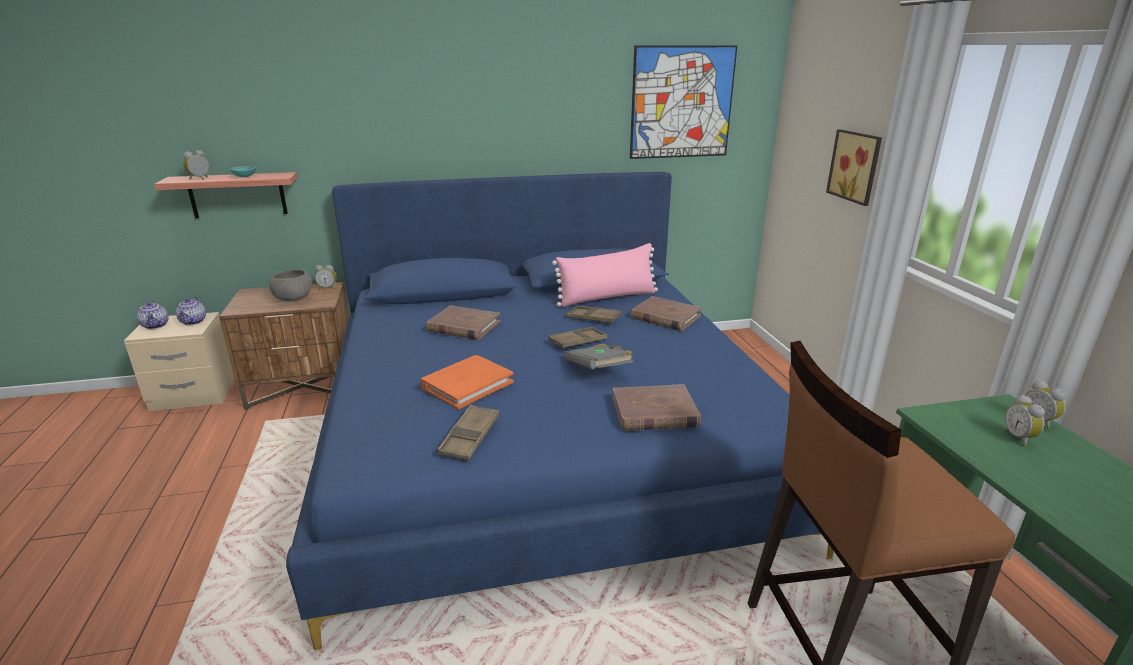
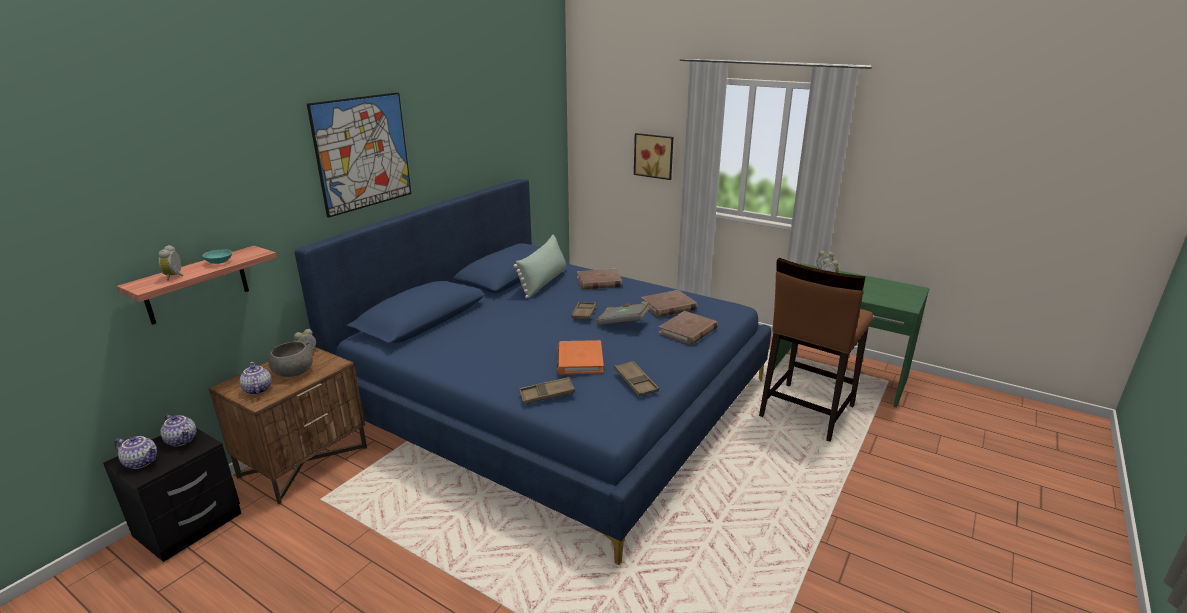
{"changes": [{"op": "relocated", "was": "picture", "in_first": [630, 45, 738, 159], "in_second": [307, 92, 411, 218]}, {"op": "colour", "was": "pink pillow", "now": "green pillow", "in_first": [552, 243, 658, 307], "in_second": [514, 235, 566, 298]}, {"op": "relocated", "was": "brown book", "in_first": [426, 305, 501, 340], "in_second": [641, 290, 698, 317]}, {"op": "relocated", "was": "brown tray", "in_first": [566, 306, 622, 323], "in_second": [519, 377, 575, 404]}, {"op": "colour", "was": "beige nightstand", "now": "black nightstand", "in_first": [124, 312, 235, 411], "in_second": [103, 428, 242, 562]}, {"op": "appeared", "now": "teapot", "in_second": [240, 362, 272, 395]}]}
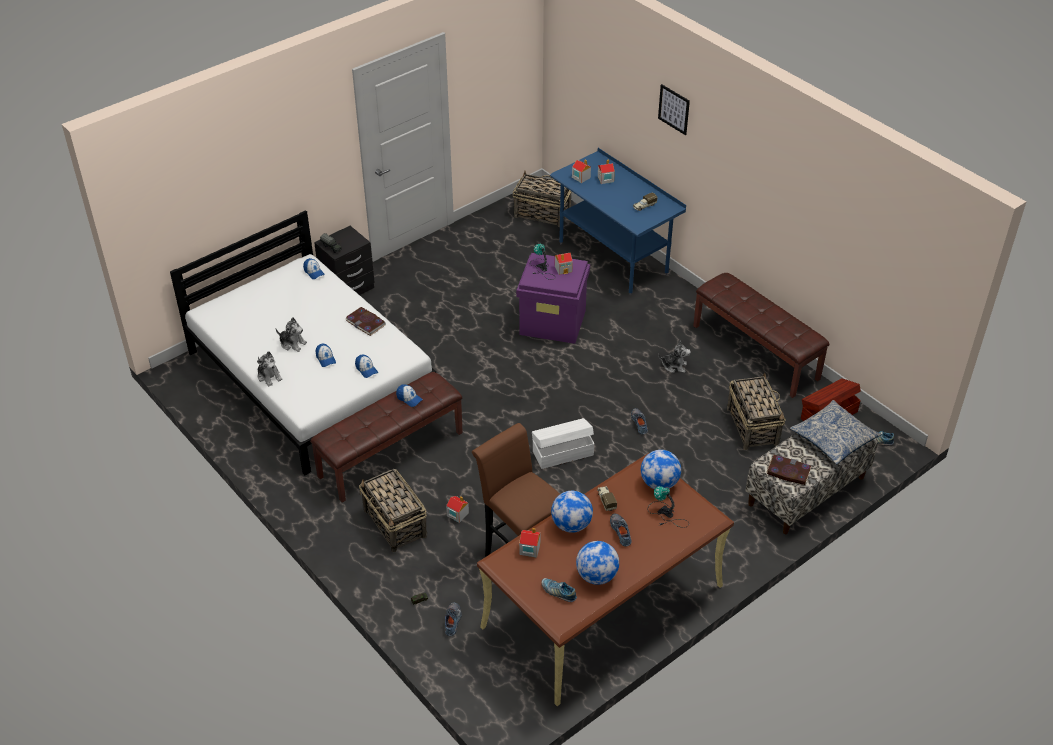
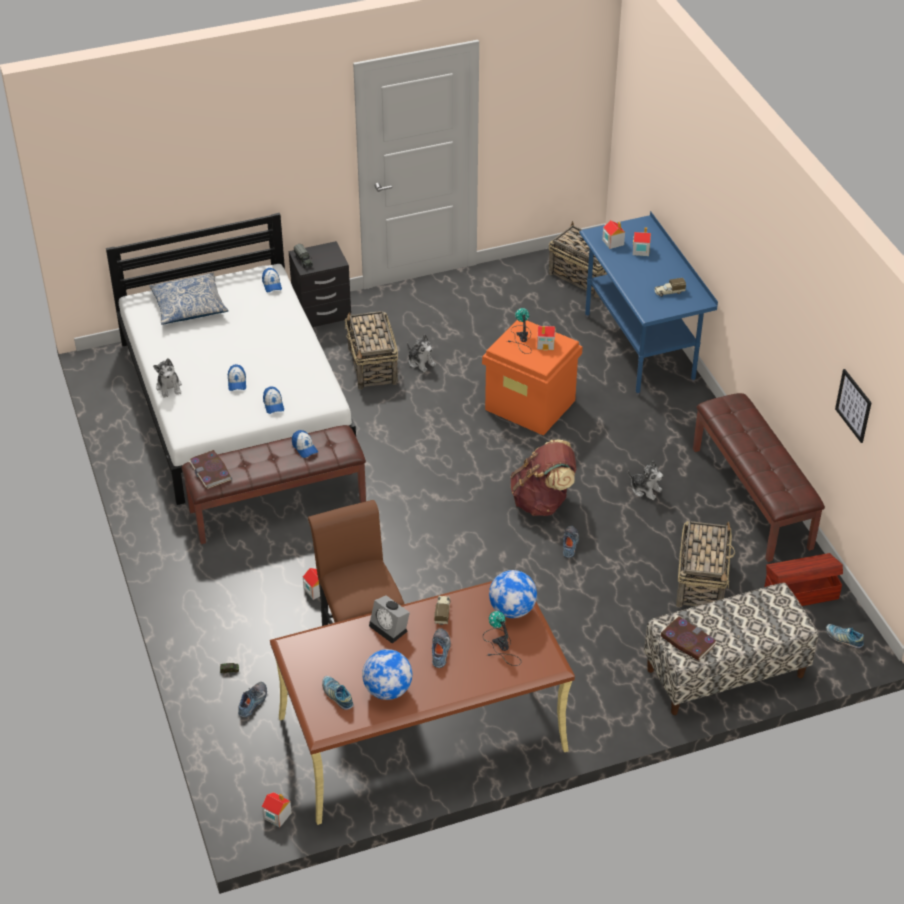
{"changes": [{"op": "relocated", "was": "picture", "in_first": [658, 84, 690, 135], "in_second": [835, 369, 871, 443]}, {"op": "colour", "was": "purple storage box", "now": "orange storage box", "in_first": [516, 253, 590, 344], "in_second": [482, 320, 583, 436]}, {"op": "relocated", "was": "book", "in_first": [346, 307, 386, 336], "in_second": [189, 450, 232, 489]}, {"op": "relocated", "was": "plush toy", "in_first": [276, 317, 307, 352], "in_second": [407, 334, 436, 372]}, {"op": "relocated", "was": "pillow", "in_first": [790, 400, 882, 464], "in_second": [149, 273, 229, 325]}, {"op": "missing", "was": "white storage box", "in_first": [532, 418, 594, 469]}, {"op": "relocated", "was": "basket", "in_first": [359, 469, 427, 552], "in_second": [345, 311, 398, 389]}, {"op": "exchanged", "was": "globe", "now": "alarm clock", "in_first": [551, 491, 593, 533], "in_second": [369, 595, 410, 643]}, {"op": "relocated", "was": "toy house", "in_first": [519, 528, 541, 558], "in_second": [262, 792, 292, 828]}, {"op": "appeared", "now": "brown backpack", "in_second": [510, 440, 576, 516]}]}
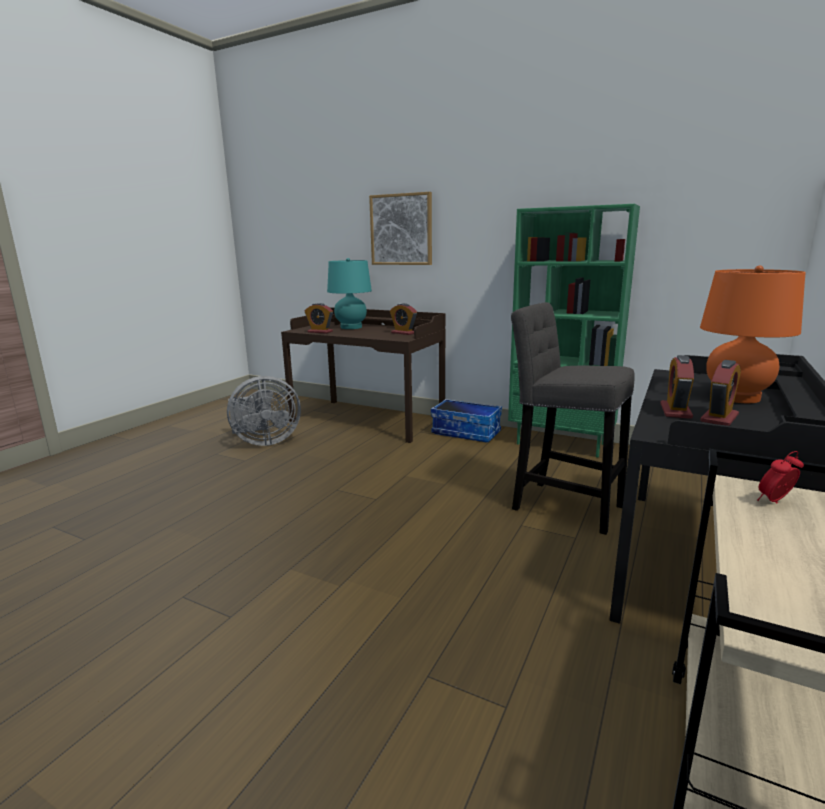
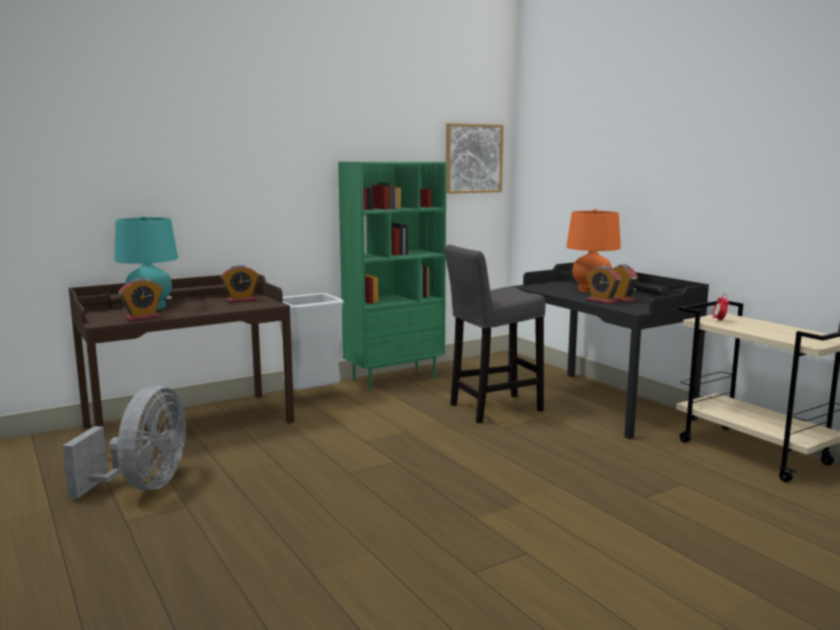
{"changes": [{"op": "relocated", "was": "picture", "in_first": [369, 192, 432, 265], "in_second": [446, 123, 504, 194]}, {"op": "exchanged", "was": "storage box", "now": "grey trash can", "in_first": [431, 399, 502, 442], "in_second": [279, 293, 344, 390]}]}
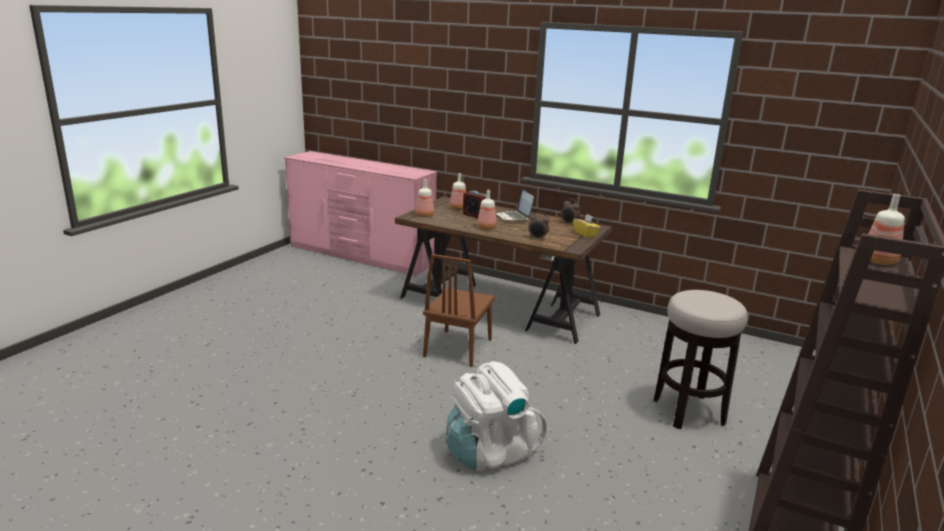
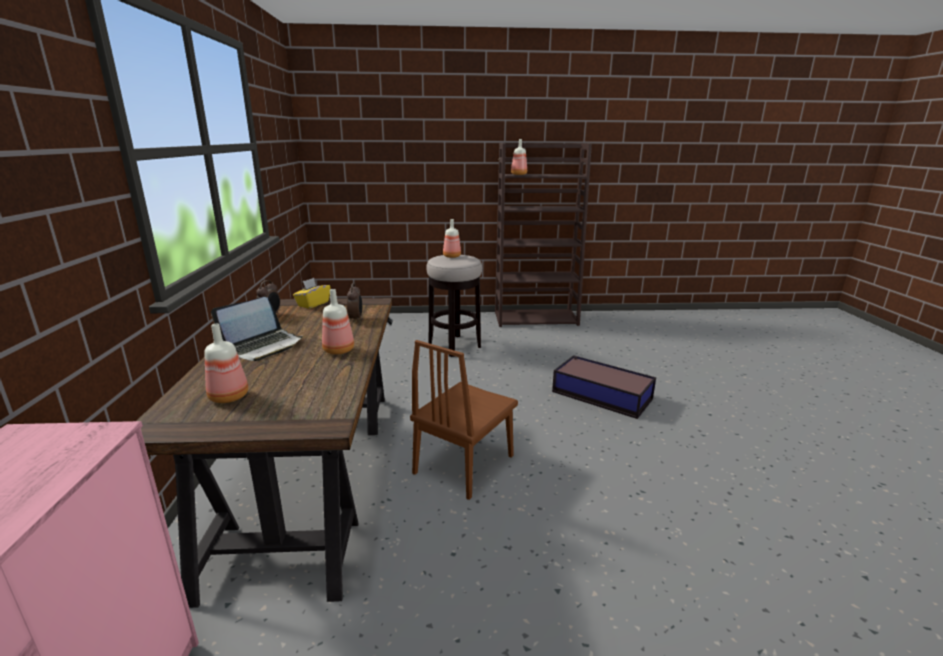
{"changes": [{"op": "relocated", "was": "bottle", "in_first": [416, 179, 434, 217], "in_second": [443, 219, 461, 258]}, {"op": "missing", "was": "alarm clock", "in_first": [463, 191, 486, 218]}, {"op": "spun", "was": "brown chair", "in_first": [423, 254, 495, 367], "in_second": [410, 340, 518, 500], "clockwise": 135}, {"op": "exchanged", "was": "white backpack", "now": "storage box", "in_first": [446, 361, 547, 471], "in_second": [552, 355, 656, 419]}]}
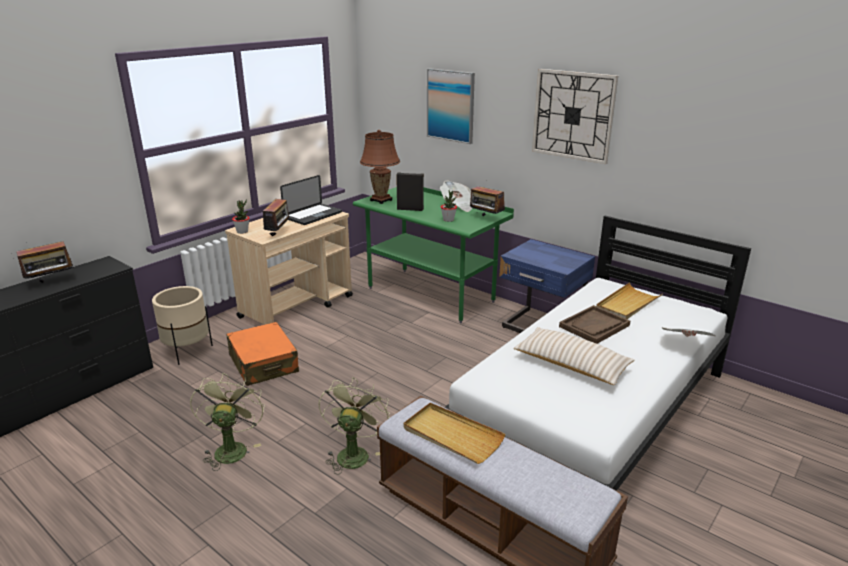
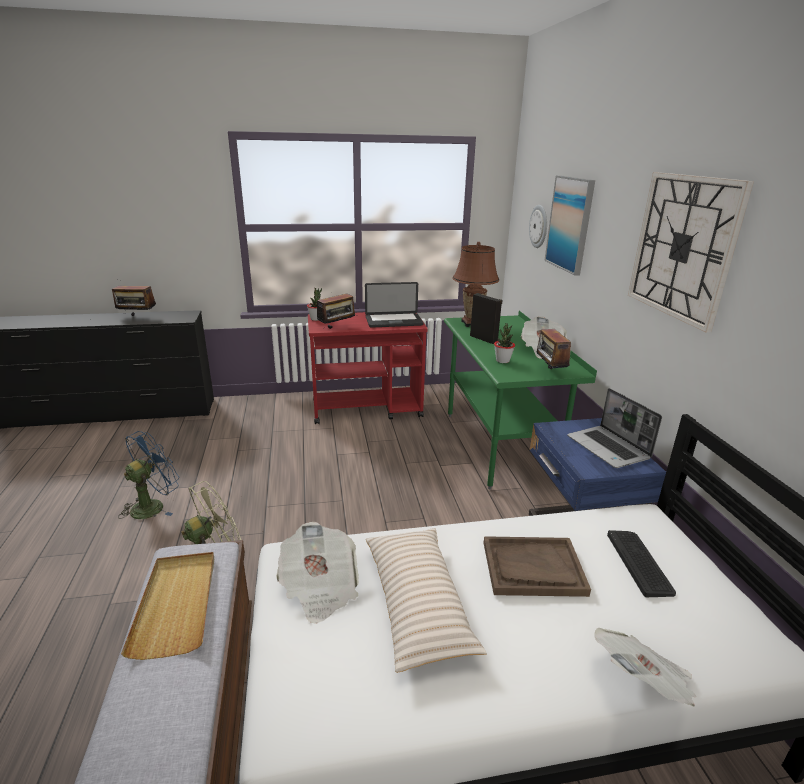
{"changes": [{"op": "colour", "was": "beige cart", "now": "red cart", "in_first": [225, 210, 353, 325], "in_second": [308, 312, 428, 424]}, {"op": "exchanged", "was": "beige tray", "now": "keyboard", "in_first": [596, 282, 663, 319], "in_second": [607, 530, 676, 597]}, {"op": "missing", "was": "beige planter", "in_first": [152, 286, 213, 365]}, {"op": "missing", "was": "orange suitcase", "in_first": [226, 322, 299, 386]}, {"op": "colour", "was": "green fan", "now": "blue fan", "in_first": [190, 373, 265, 471], "in_second": [118, 431, 179, 519]}, {"op": "appeared", "now": "wall clock", "in_second": [529, 205, 547, 248]}, {"op": "appeared", "now": "laptop", "in_second": [567, 388, 662, 468]}, {"op": "appeared", "now": "newspaper", "in_second": [276, 522, 359, 624]}]}
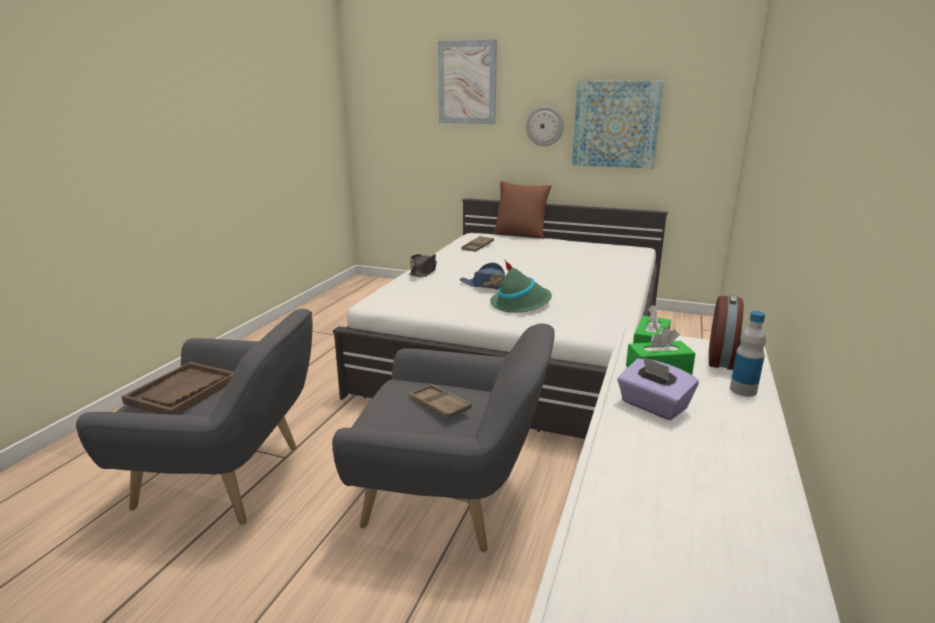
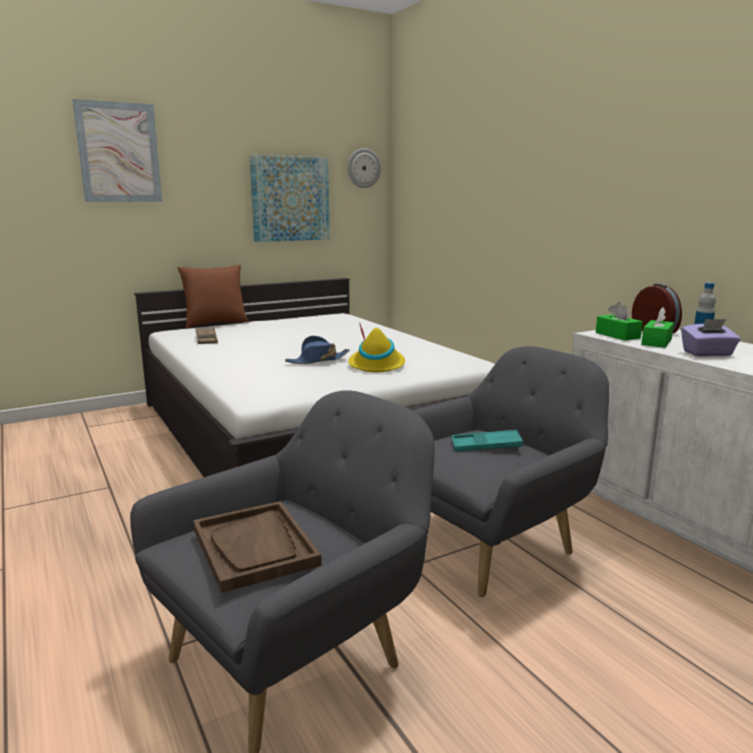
{"changes": [{"op": "relocated", "was": "wall clock", "in_first": [526, 106, 564, 146], "in_second": [348, 148, 381, 188]}, {"op": "missing", "was": "black hat", "in_first": [409, 254, 437, 277]}, {"op": "colour", "was": "green hat", "now": "yellow hat", "in_first": [490, 259, 552, 313], "in_second": [348, 322, 405, 372]}, {"op": "colour", "was": "brown tray", "now": "turquoise tray", "in_first": [409, 384, 472, 419], "in_second": [452, 430, 523, 451]}]}
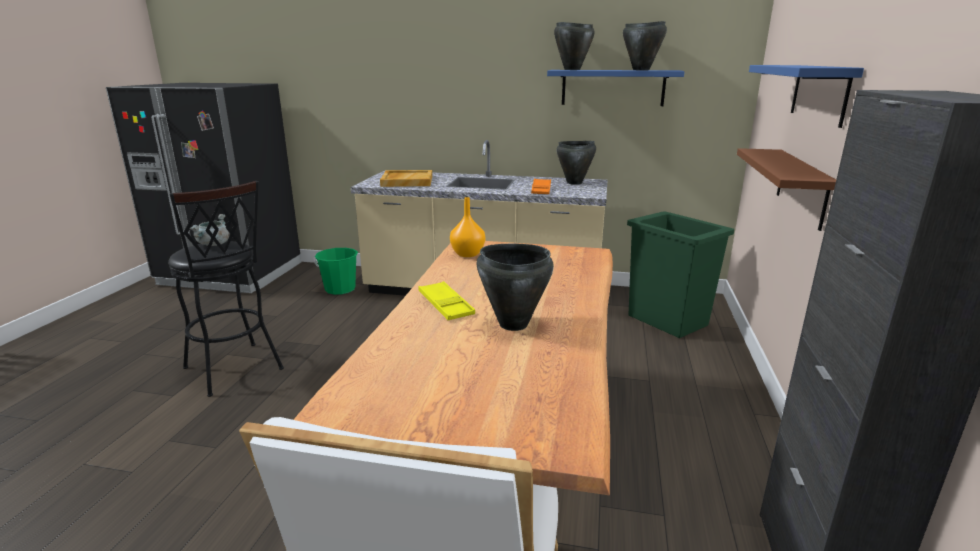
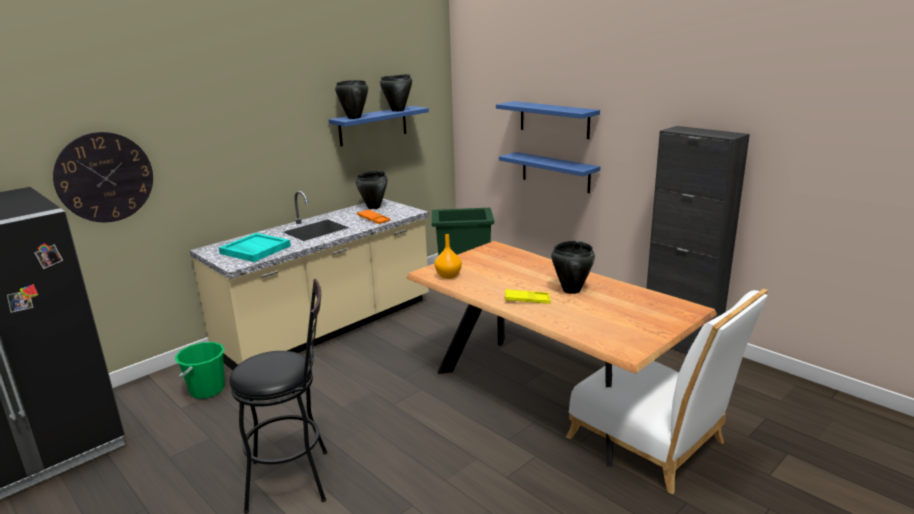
{"changes": [{"op": "colour", "was": "brown shelf", "now": "blue shelf", "in_first": [737, 148, 836, 231], "in_second": [499, 152, 600, 193]}, {"op": "colour", "was": "beige tray", "now": "turquoise tray", "in_first": [380, 170, 432, 187], "in_second": [219, 233, 291, 262]}, {"op": "missing", "was": "grey cooking pot", "in_first": [190, 214, 230, 246]}, {"op": "appeared", "now": "wall clock", "in_second": [53, 132, 153, 222]}]}
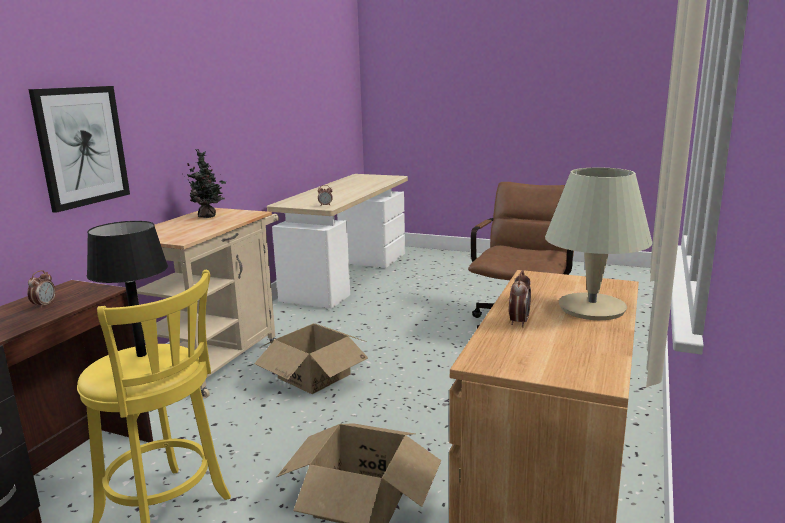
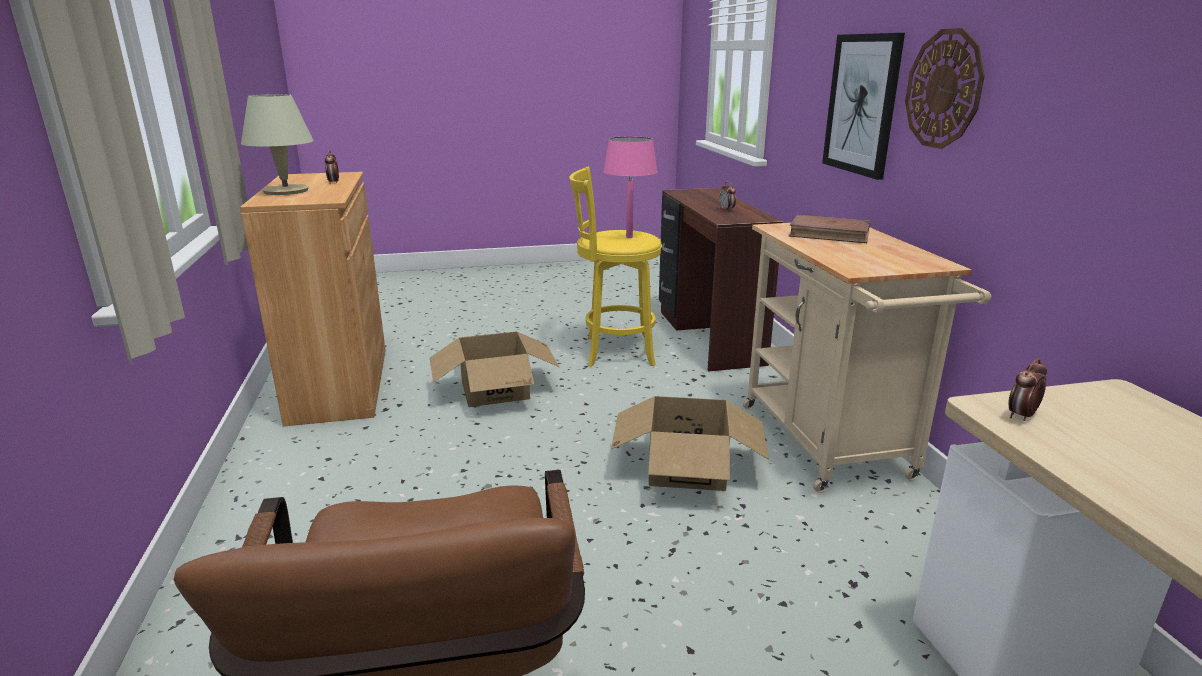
{"changes": [{"op": "missing", "was": "potted plant", "in_first": [187, 149, 226, 218]}, {"op": "colour", "was": "black table lamp", "now": "pink table lamp", "in_first": [87, 221, 168, 357], "in_second": [603, 136, 658, 238]}, {"op": "appeared", "now": "wall clock", "in_second": [905, 28, 985, 149]}, {"op": "appeared", "now": "brown book", "in_second": [789, 215, 870, 243]}]}
